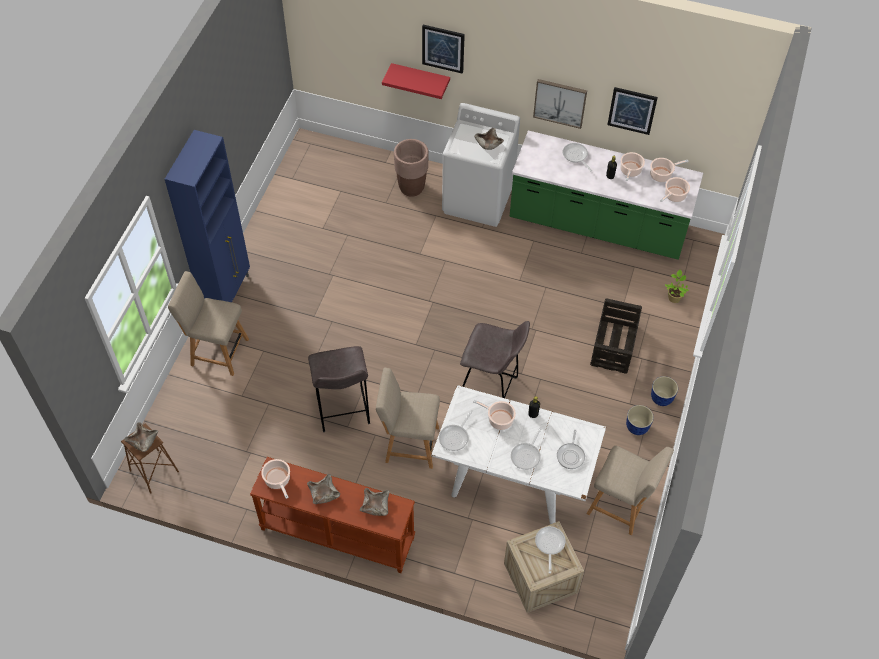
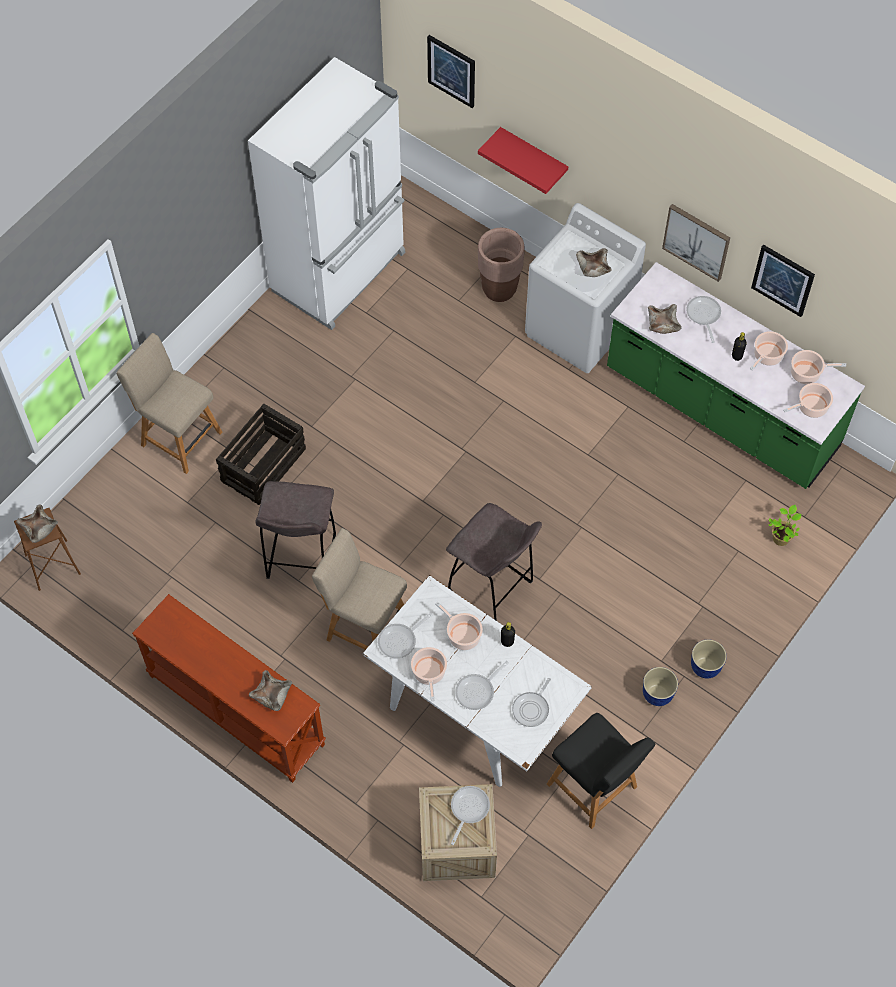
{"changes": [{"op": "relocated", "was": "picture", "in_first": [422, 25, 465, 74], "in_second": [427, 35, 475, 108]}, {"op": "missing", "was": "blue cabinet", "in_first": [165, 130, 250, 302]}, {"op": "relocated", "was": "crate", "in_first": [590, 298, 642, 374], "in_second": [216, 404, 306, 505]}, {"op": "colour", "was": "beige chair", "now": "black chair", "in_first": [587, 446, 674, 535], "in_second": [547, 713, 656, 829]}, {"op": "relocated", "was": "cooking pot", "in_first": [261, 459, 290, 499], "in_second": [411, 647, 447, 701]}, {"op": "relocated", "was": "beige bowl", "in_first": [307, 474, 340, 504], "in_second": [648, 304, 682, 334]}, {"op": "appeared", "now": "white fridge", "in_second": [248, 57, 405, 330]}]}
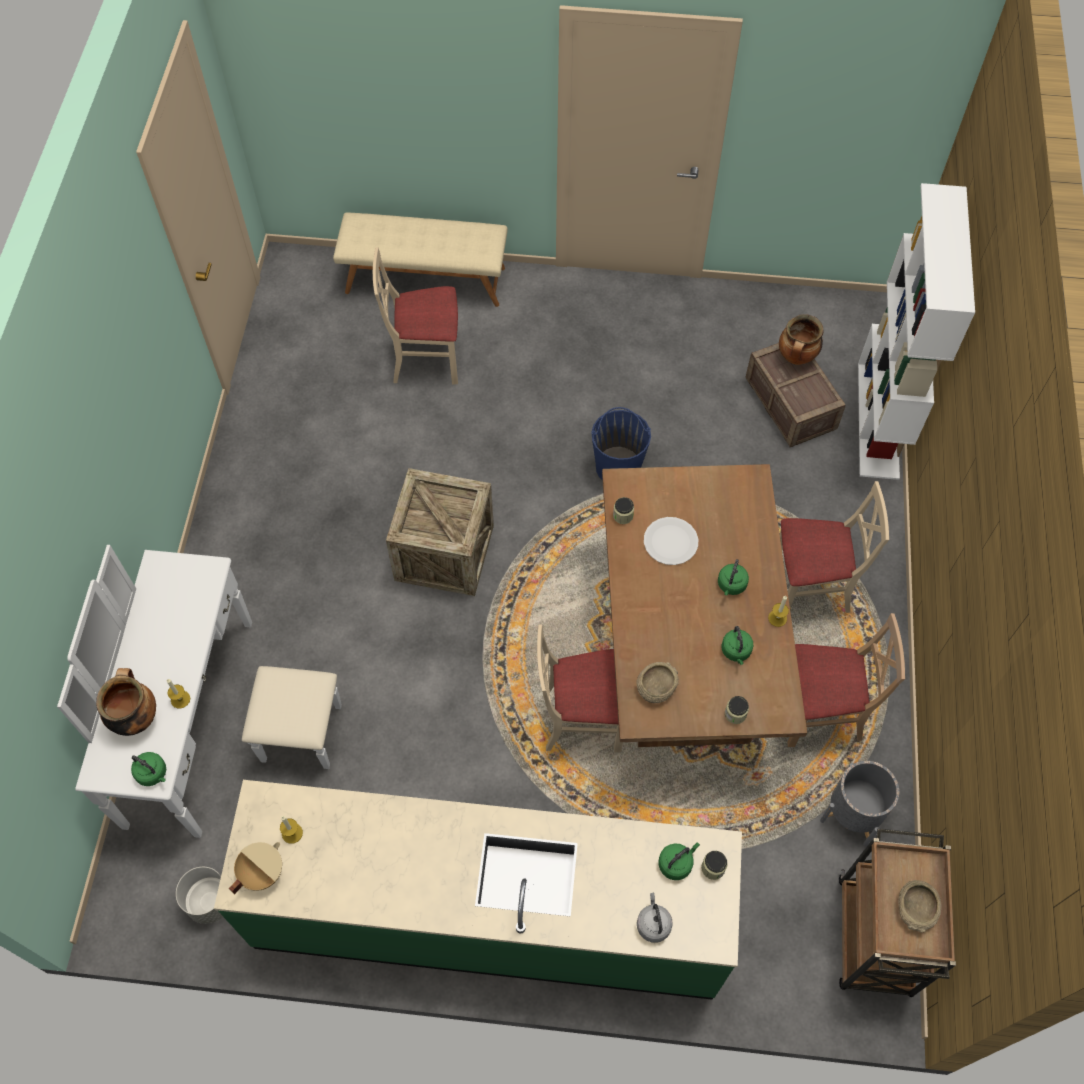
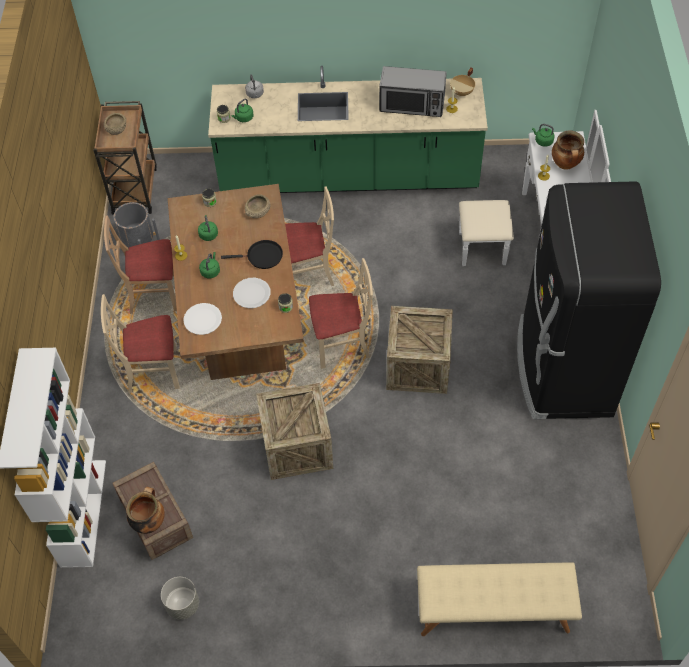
{"changes": [{"op": "relocated", "was": "beige chair", "in_first": [373, 247, 458, 385], "in_second": [309, 258, 373, 369]}, {"op": "exchanged", "was": "blue bucket", "now": "crate", "in_first": [591, 407, 651, 479], "in_second": [256, 383, 333, 480]}, {"op": "relocated", "was": "grey planter", "in_first": [176, 867, 223, 924], "in_second": [161, 577, 199, 620]}, {"op": "appeared", "now": "microwave", "in_second": [379, 66, 447, 117]}, {"op": "appeared", "now": "black fridge", "in_second": [517, 181, 661, 419]}, {"op": "appeared", "now": "black frying pan", "in_second": [221, 240, 283, 269]}, {"op": "appeared", "now": "white plate", "in_second": [183, 303, 222, 335]}]}
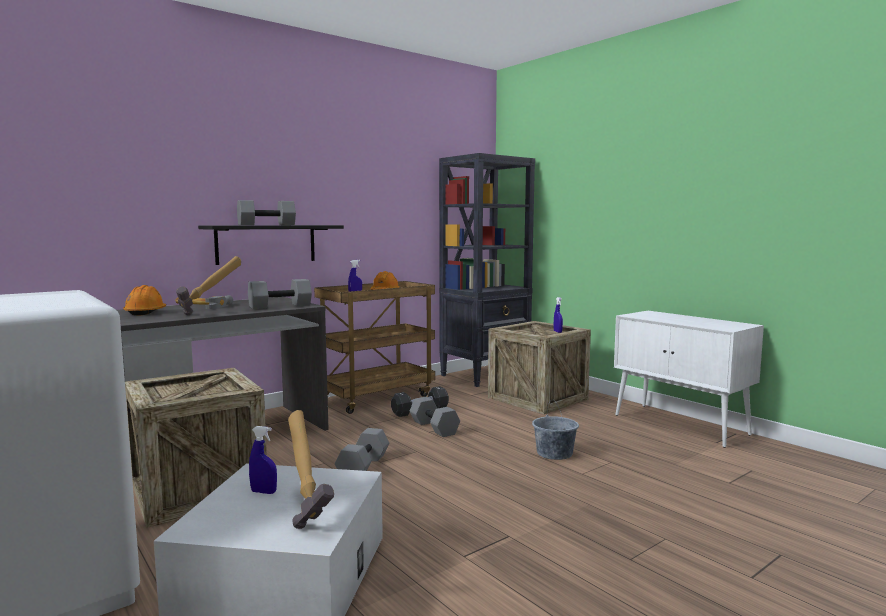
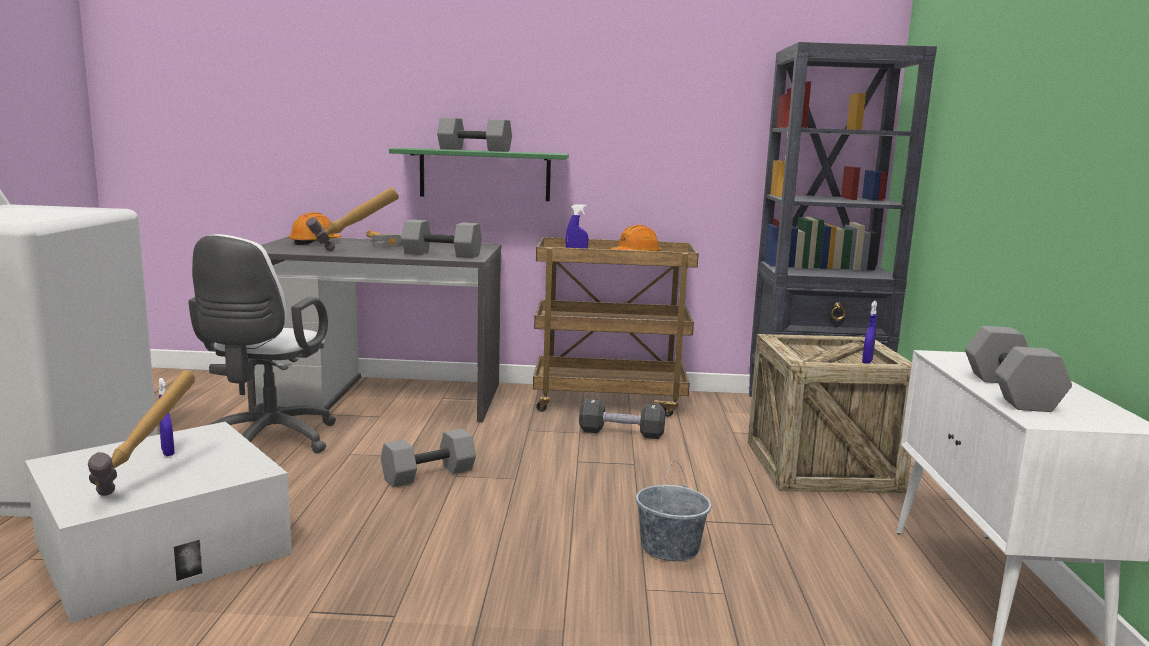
{"changes": [{"op": "colour", "was": "black shelf", "now": "green shelf", "in_first": [198, 225, 344, 265], "in_second": [389, 148, 569, 201]}, {"op": "exchanged", "was": "crate", "now": "white office chair", "in_first": [125, 368, 267, 528], "in_second": [188, 234, 336, 453]}, {"op": "relocated", "was": "grey dumbbell", "in_first": [410, 397, 460, 437], "in_second": [965, 326, 1072, 412]}]}
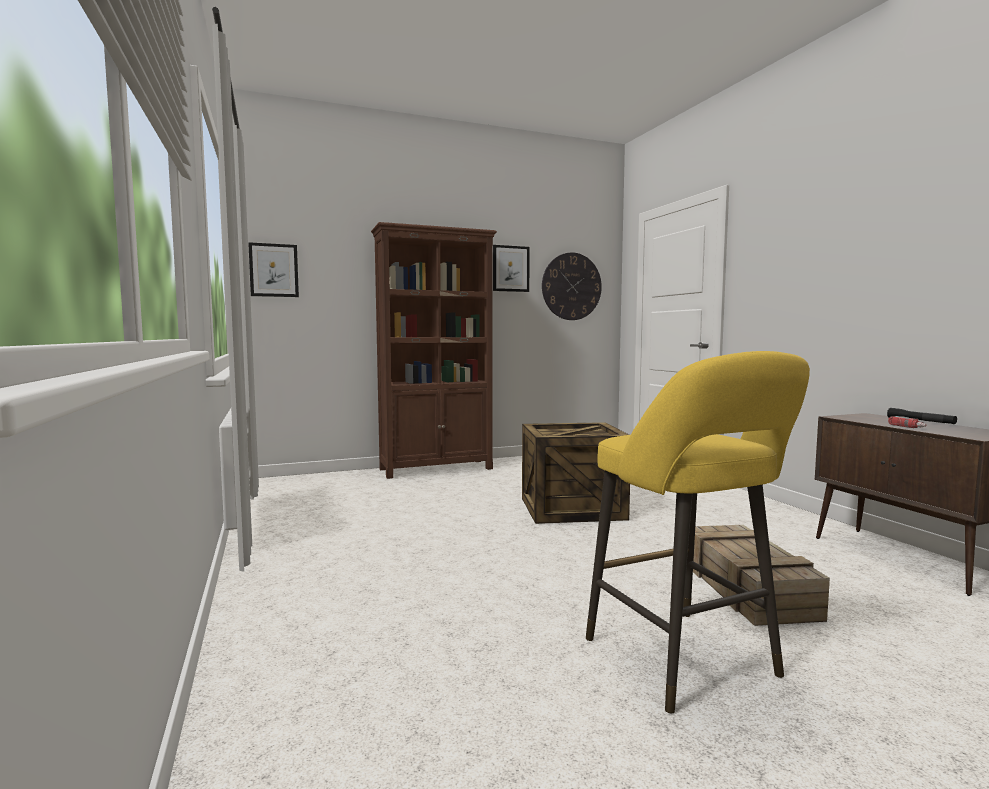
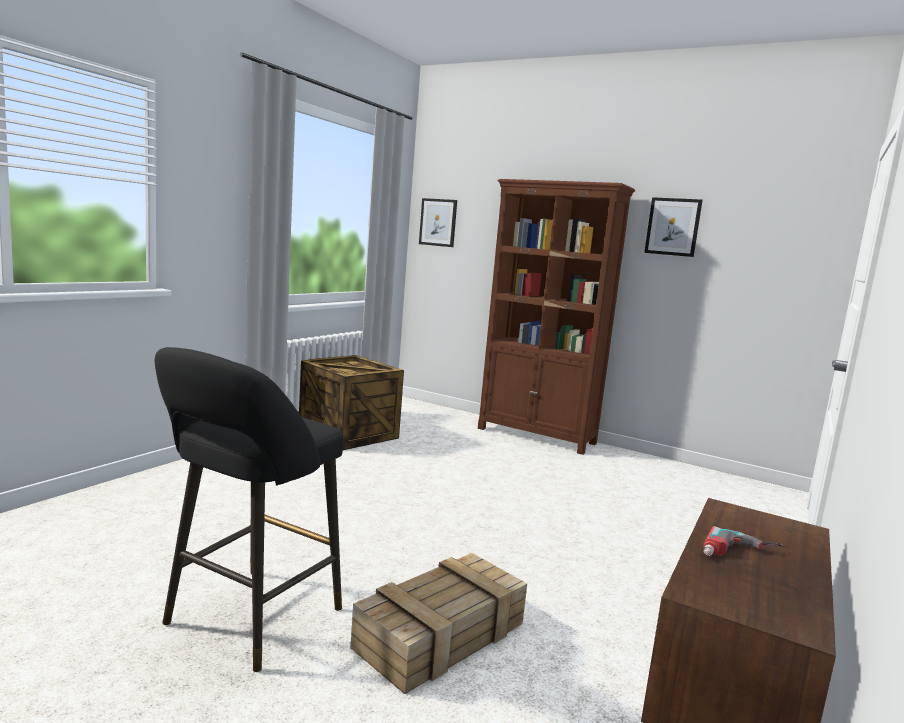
{"changes": [{"op": "missing", "was": "wall clock", "in_first": [542, 252, 602, 320]}, {"op": "colour", "was": "yellow stool", "now": "black stool", "in_first": [586, 351, 810, 713], "in_second": [155, 347, 343, 672]}, {"op": "missing", "was": "black flashlight", "in_first": [887, 408, 957, 424]}, {"op": "relocated", "was": "crate", "in_first": [522, 422, 630, 524], "in_second": [298, 355, 404, 450]}]}
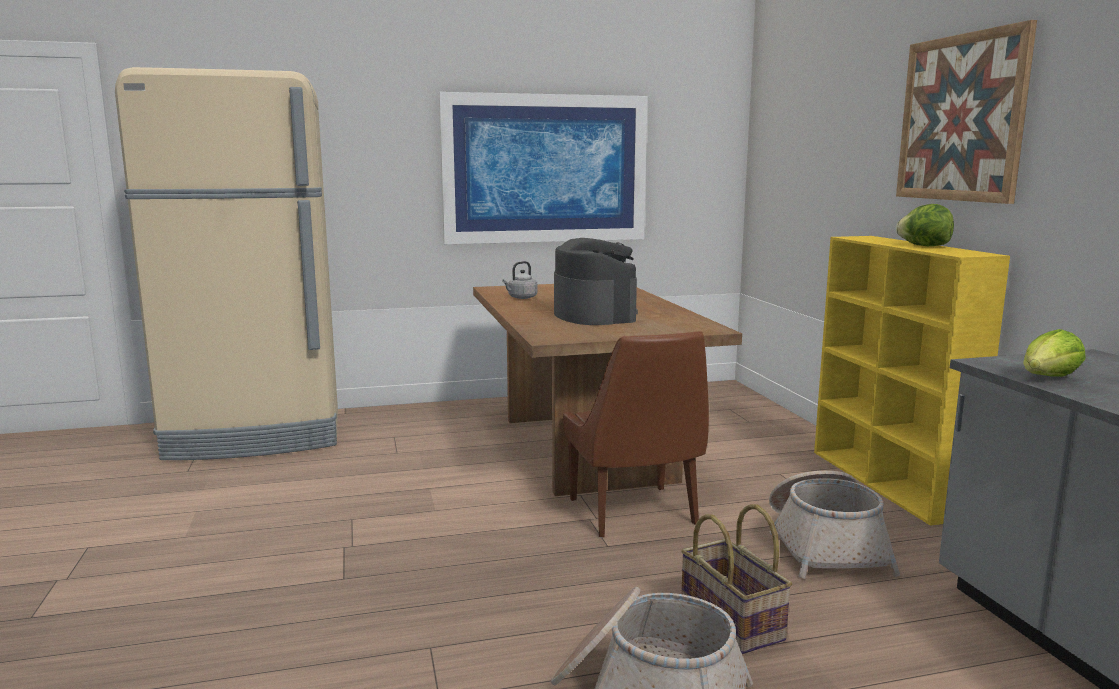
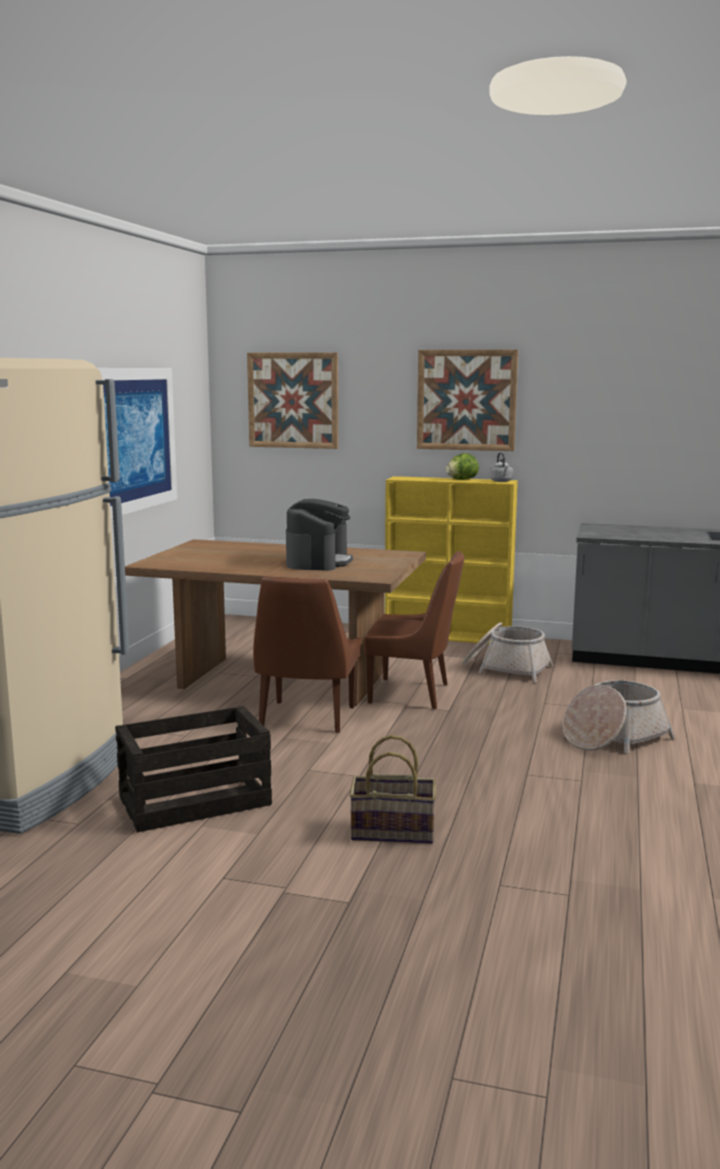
{"changes": [{"op": "spun", "was": "coffee machine", "in_first": [554, 238, 638, 325], "in_second": [286, 499, 353, 571], "clockwise": 90}, {"op": "relocated", "was": "grey kettle", "in_first": [502, 261, 538, 299], "in_second": [490, 452, 513, 482]}, {"op": "missing", "was": "lettuce", "in_first": [1023, 329, 1086, 377]}, {"op": "relocated", "was": "basket", "in_first": [681, 504, 792, 654], "in_second": [349, 735, 436, 844]}, {"op": "appeared", "now": "picture", "in_second": [247, 352, 338, 449]}, {"op": "appeared", "now": "brown chair", "in_second": [253, 576, 361, 733]}, {"op": "appeared", "now": "crate", "in_second": [115, 706, 272, 832]}]}
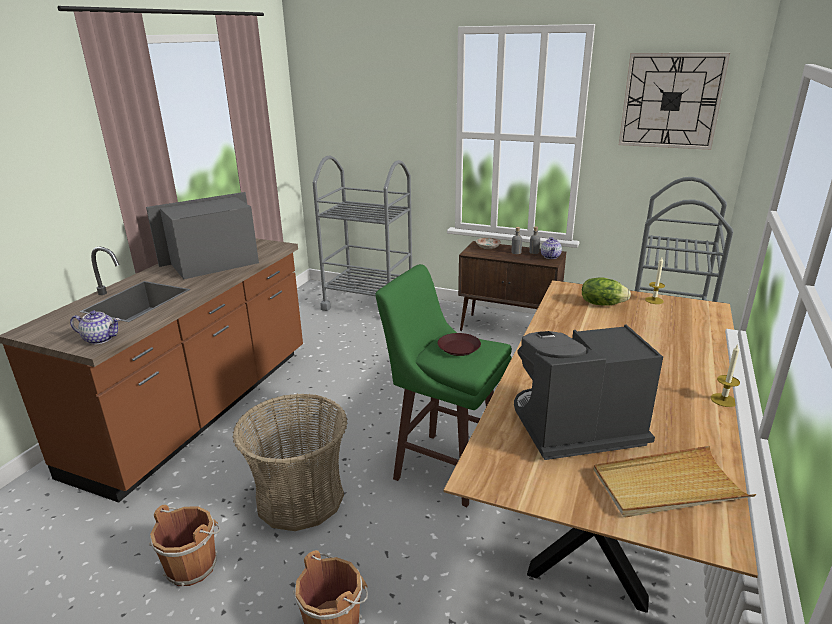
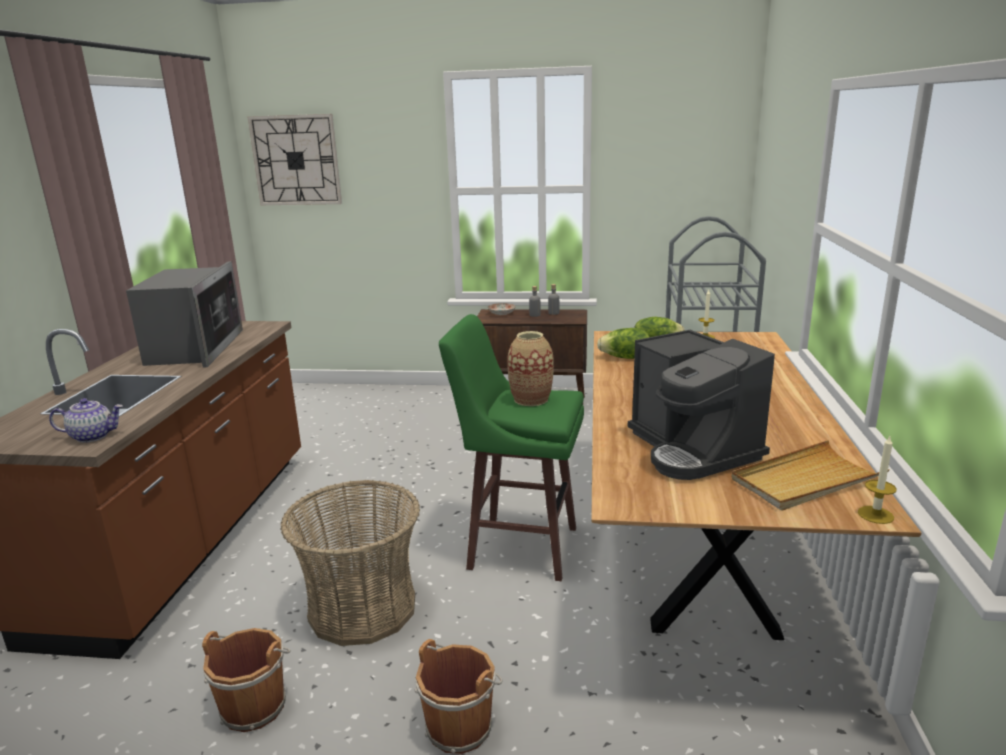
{"changes": [{"op": "relocated", "was": "wall clock", "in_first": [619, 53, 730, 150], "in_second": [248, 114, 342, 205]}, {"op": "missing", "was": "grey cart", "in_first": [313, 156, 412, 311]}, {"op": "spun", "was": "microwave", "in_first": [146, 192, 259, 279], "in_second": [126, 261, 243, 368], "clockwise": 135}, {"op": "missing", "was": "teapot", "in_first": [541, 237, 562, 259]}, {"op": "spun", "was": "coffee machine", "in_first": [514, 324, 663, 460], "in_second": [628, 330, 775, 480], "clockwise": -90}, {"op": "exchanged", "was": "brown plate", "now": "vase", "in_first": [438, 333, 481, 356], "in_second": [507, 331, 554, 406]}, {"op": "relocated", "was": "candle", "in_first": [711, 345, 740, 407], "in_second": [858, 436, 897, 524]}, {"op": "appeared", "now": "lettuce", "in_second": [597, 328, 649, 359]}]}
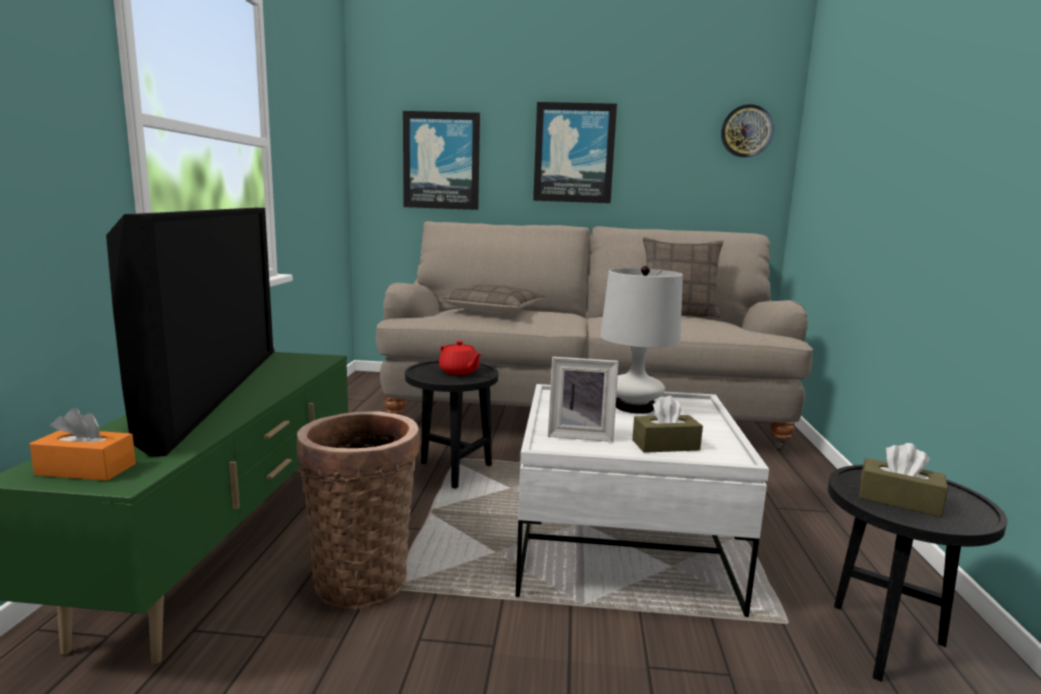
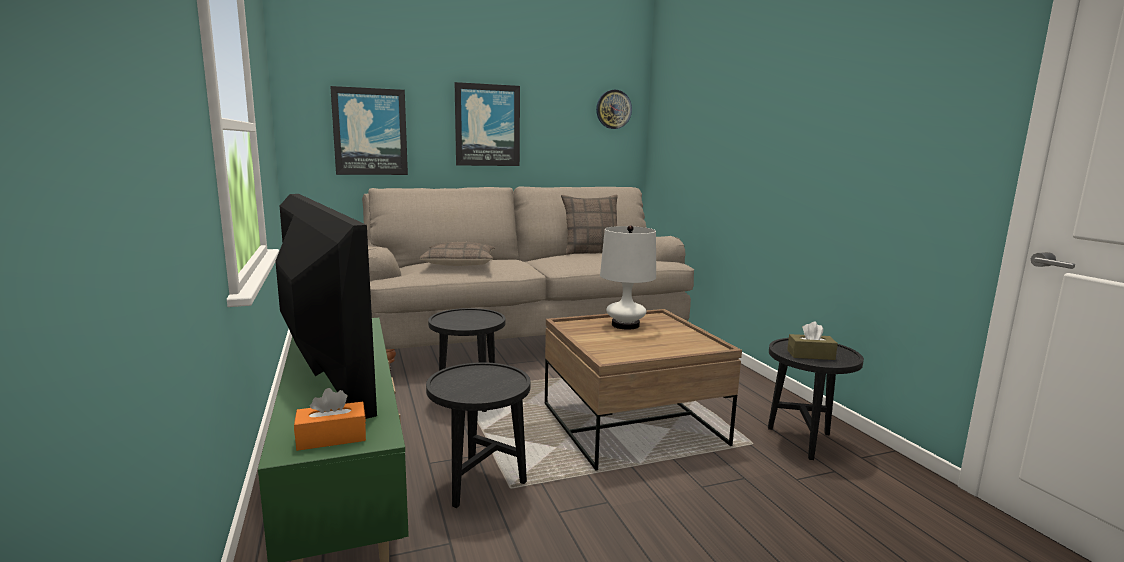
{"changes": [{"op": "missing", "was": "red teapot", "in_first": [439, 341, 482, 375]}, {"op": "missing", "was": "picture frame", "in_first": [548, 357, 619, 442]}, {"op": "colour", "was": "white coffee table", "now": "brown coffee table", "in_first": [516, 384, 769, 617], "in_second": [545, 309, 742, 471]}, {"op": "missing", "was": "brown tissue box", "in_first": [632, 396, 703, 453]}, {"op": "exchanged", "was": "basket", "now": "black side table", "in_first": [297, 412, 419, 610], "in_second": [426, 362, 531, 508]}]}
